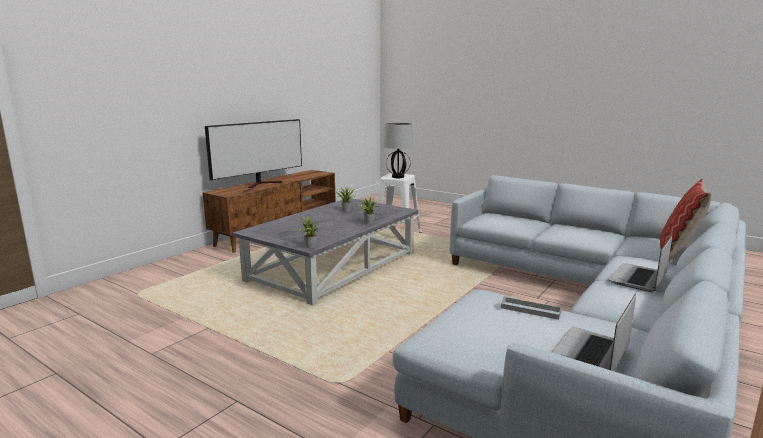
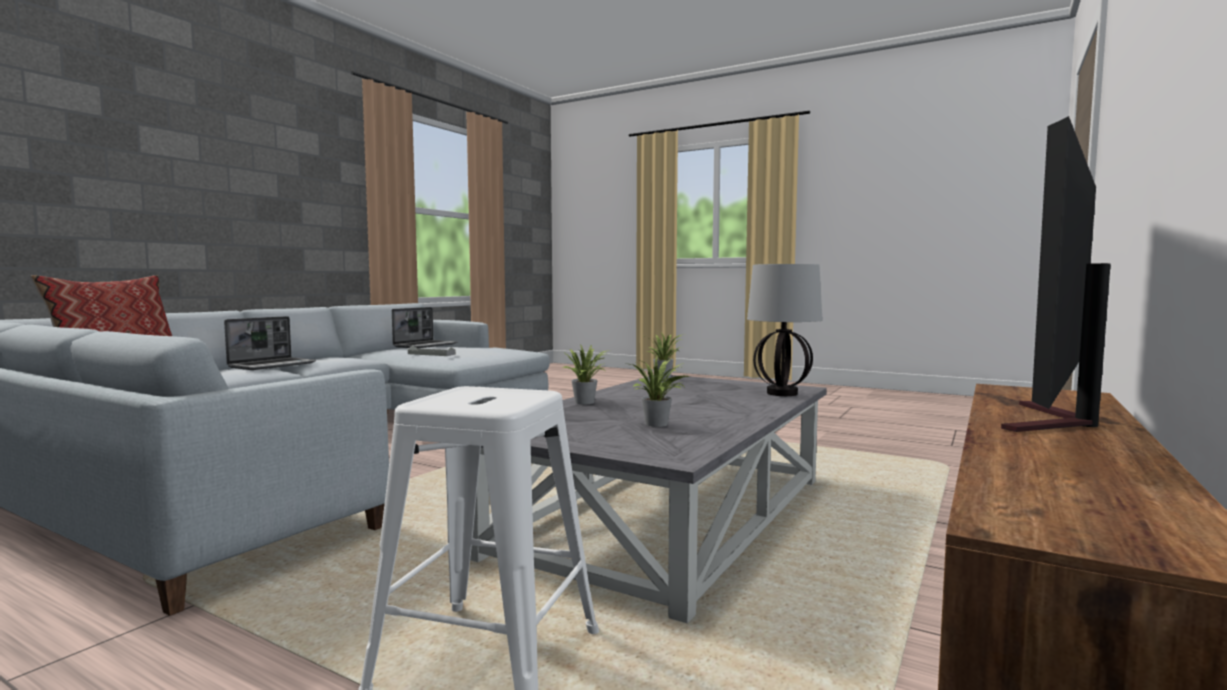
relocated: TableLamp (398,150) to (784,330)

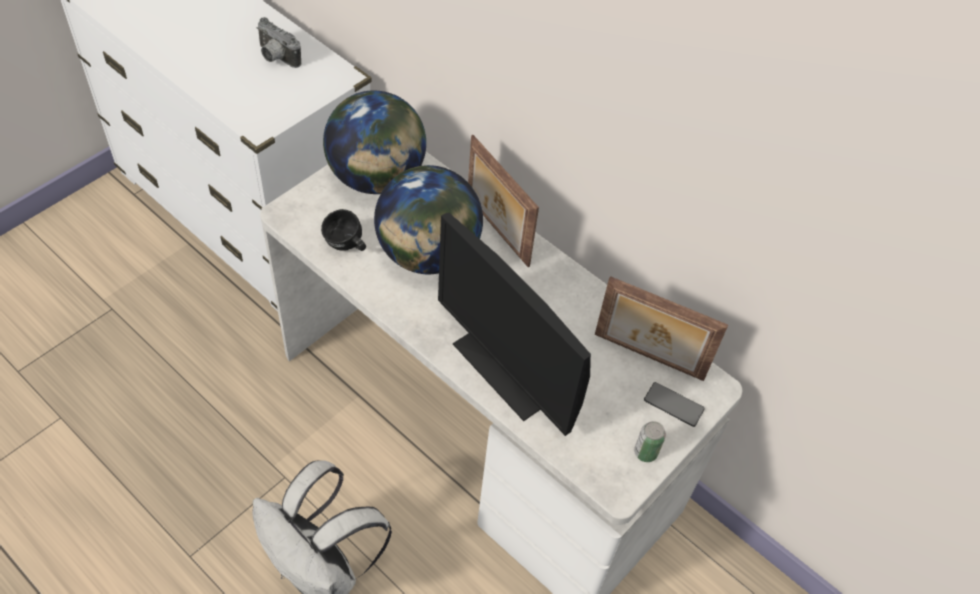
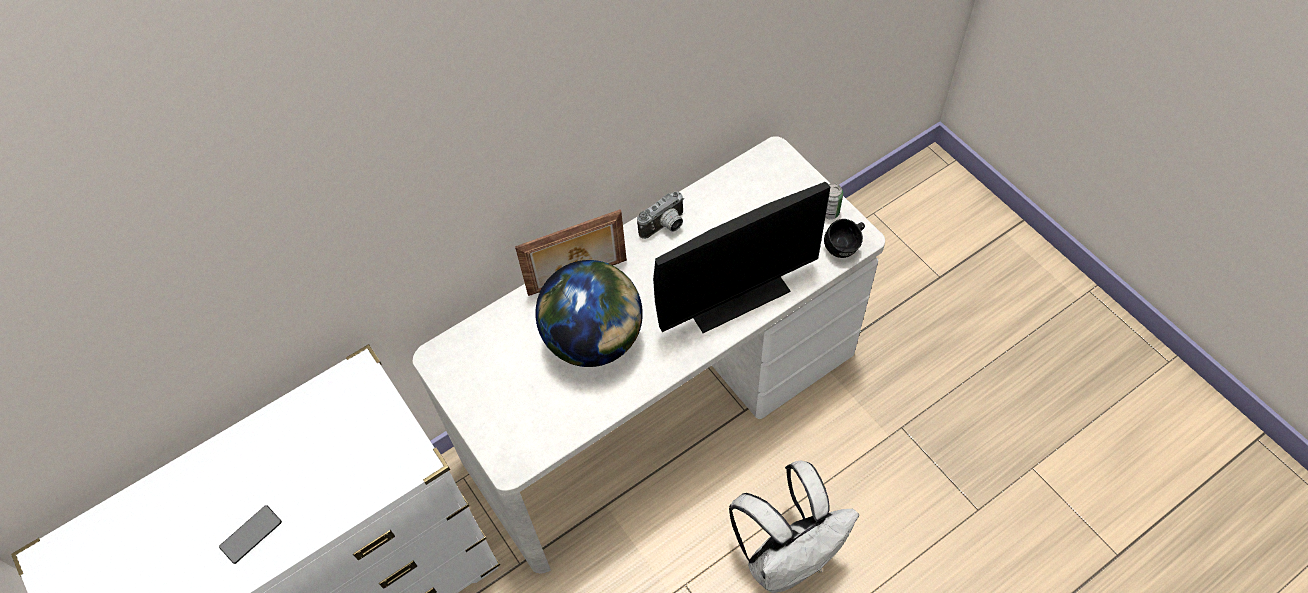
missing: Globe (374,142); PictureFrame (661,328)
relocated: PhotoCamera (279,42) to (660,215); BlackMug (343,230) to (844,238); Phone (674,404) to (250,534)

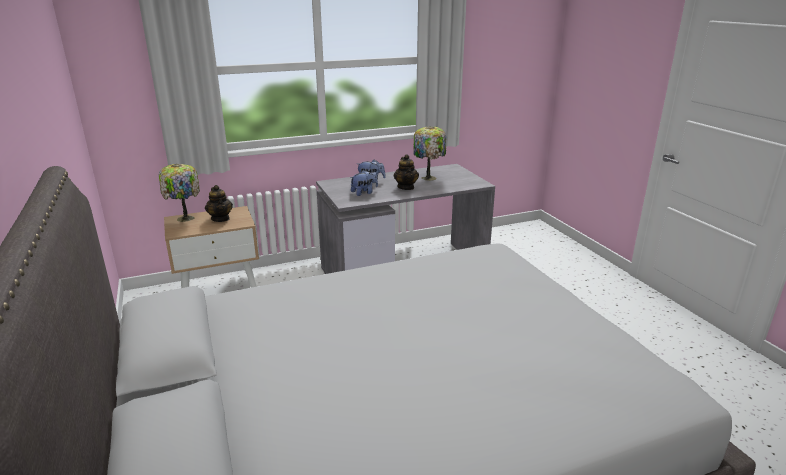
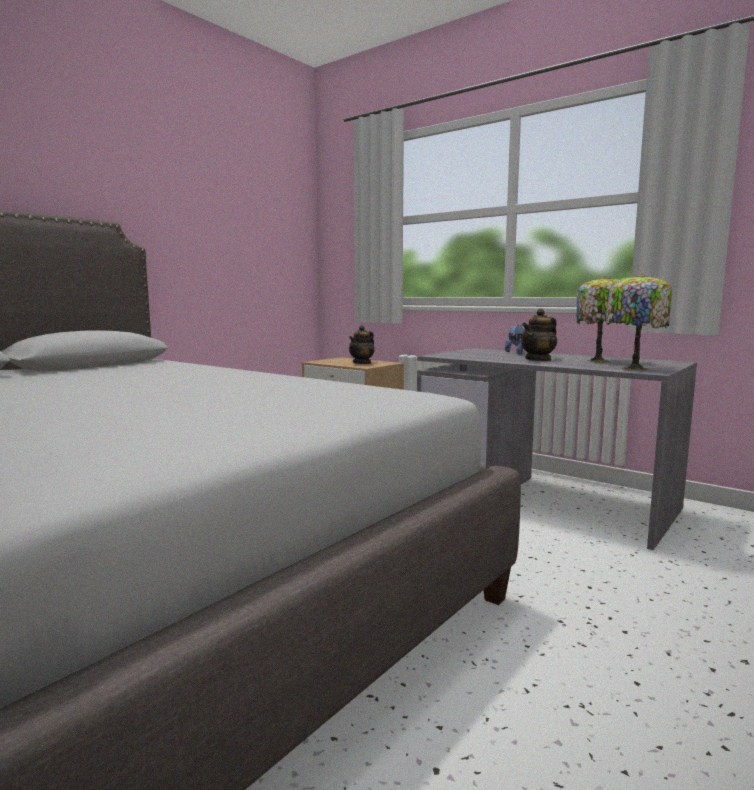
missing: PlushToy (364,183)
relocated: TableLamp (179,193) to (639,322)

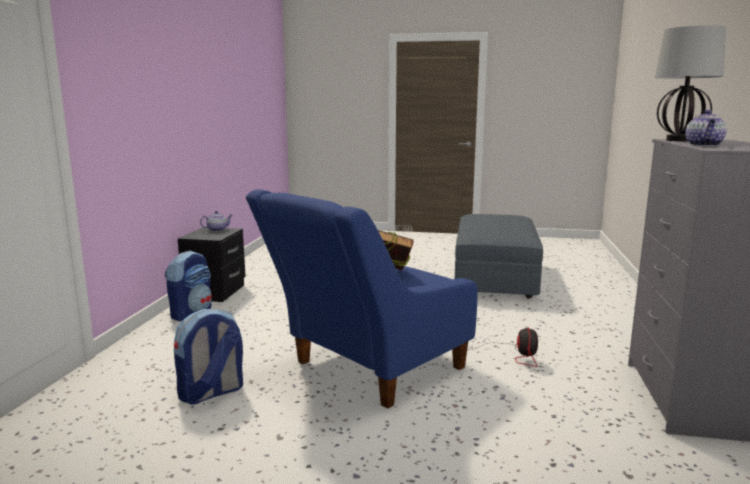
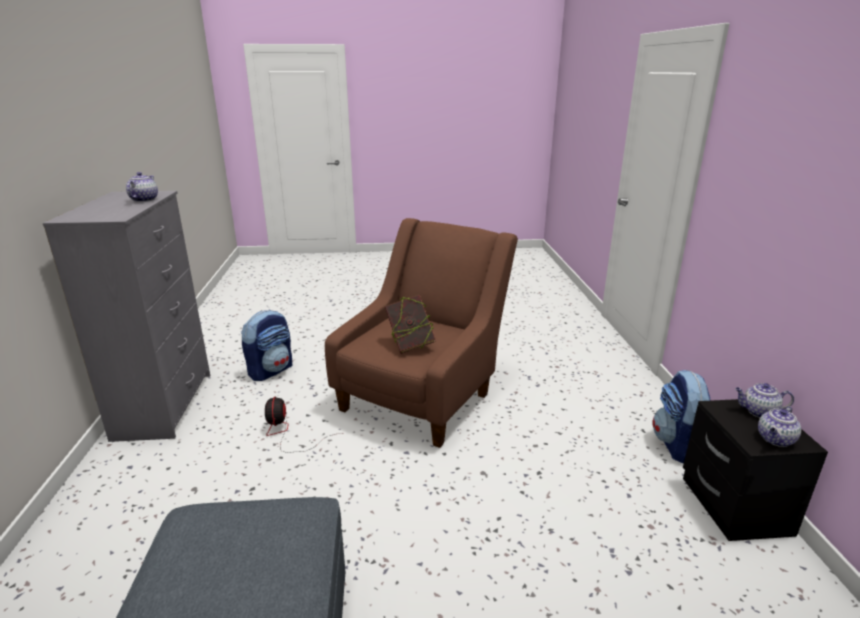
missing: TableLamp (690,83)
appeared: Teapot (764,400)
relocated: Backpack (208,357) to (266,345)
colour: BlueArmchair (362,299) to BrownArmchair (421,333)

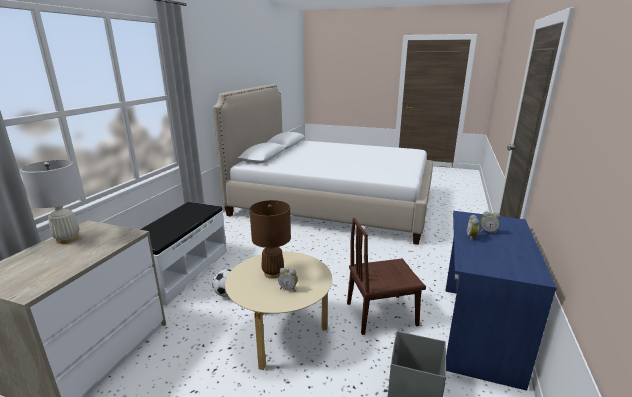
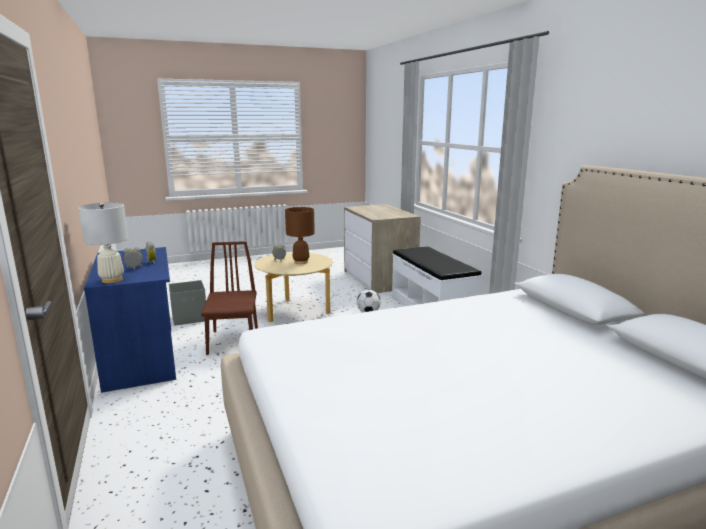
relocated: WhiteTableLamp (50,202) to (103,242)
spun: BrownChair (386,276) = (229,298) 45 degrees counterclockwise

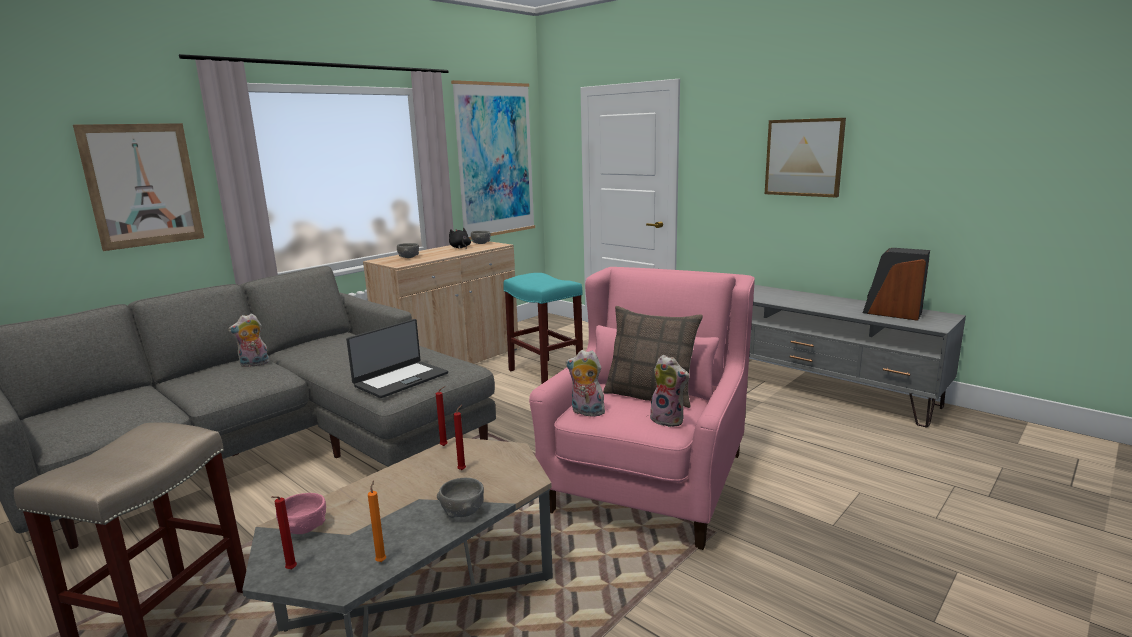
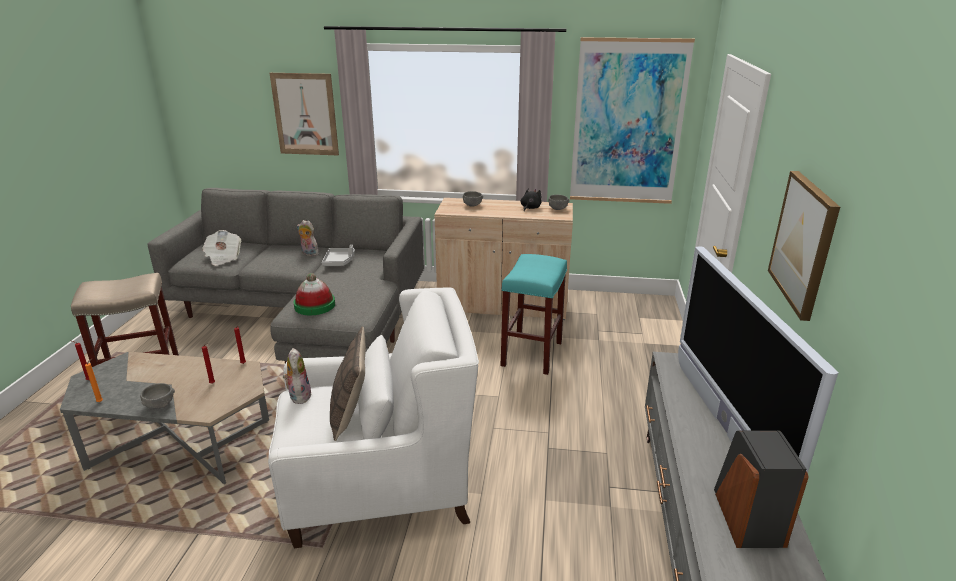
missing: PlushToy (670,391); PinkBowl (301,513)
appeared: Newspaper (222,248); GreyTray (338,255); Television (758,359)
exchanged: Laptop (397,358) to Hat (314,294)
colour: PinkArmchair (642,408) to WhiteArmchair (373,418)

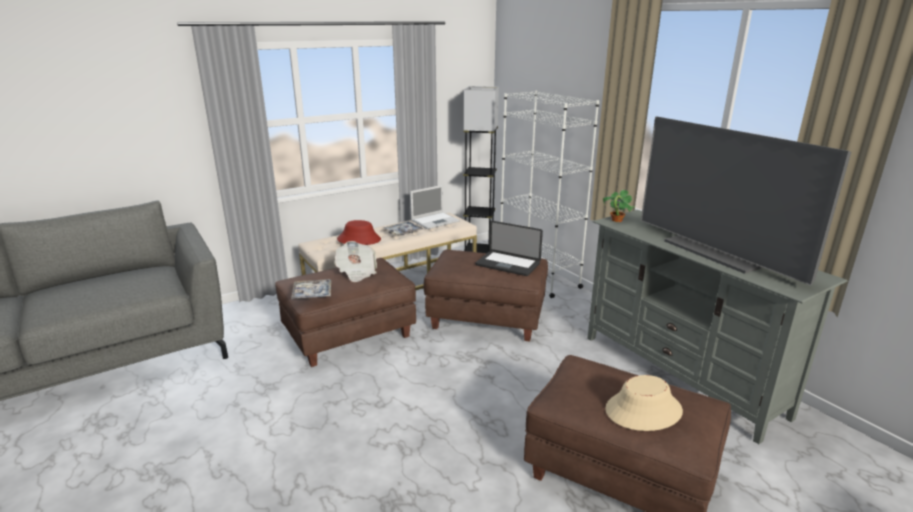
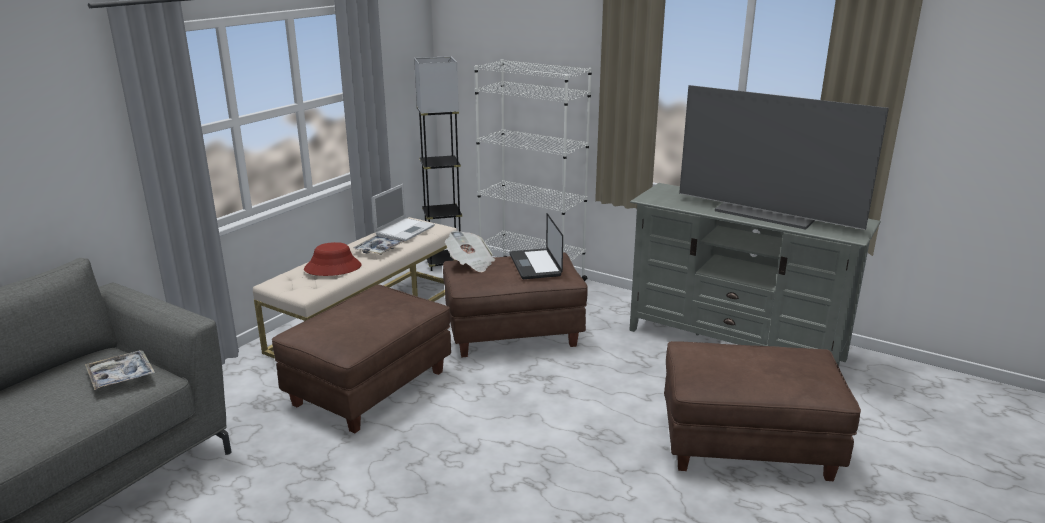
missing: PottedPlant (619,206); BeigeHat (644,403)
relocated: Newspaper (355,261) to (470,251); Tray (311,289) to (120,370)
spun: Laptop (509,248) = (536,246) 75 degrees clockwise

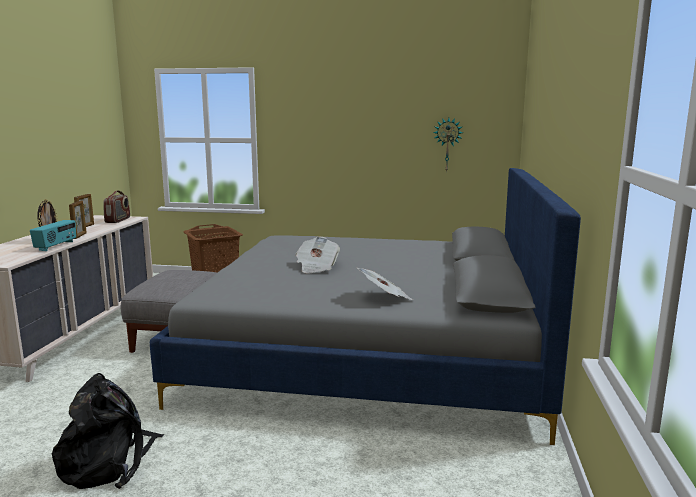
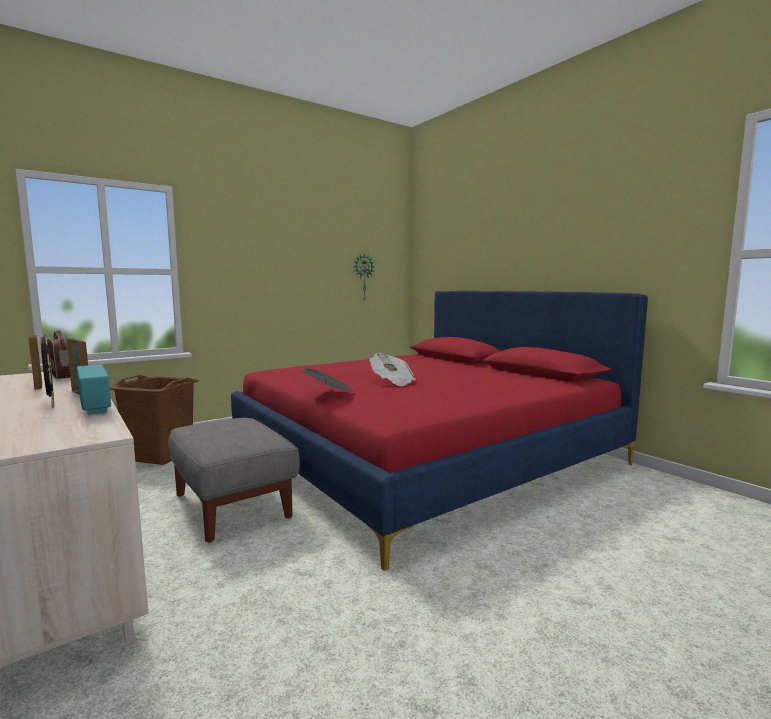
missing: BlackBackpack (108,431)
relocated: Newspaper (385,284) to (327,379)
colour: GreyBed (365,306) to RedBed (439,431)

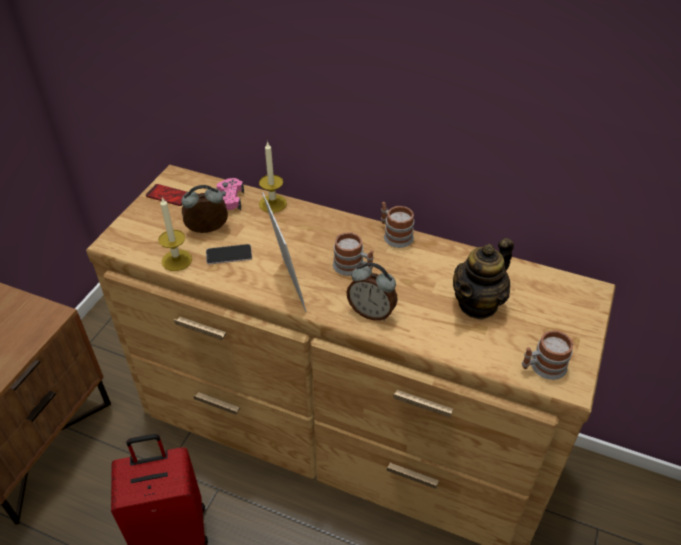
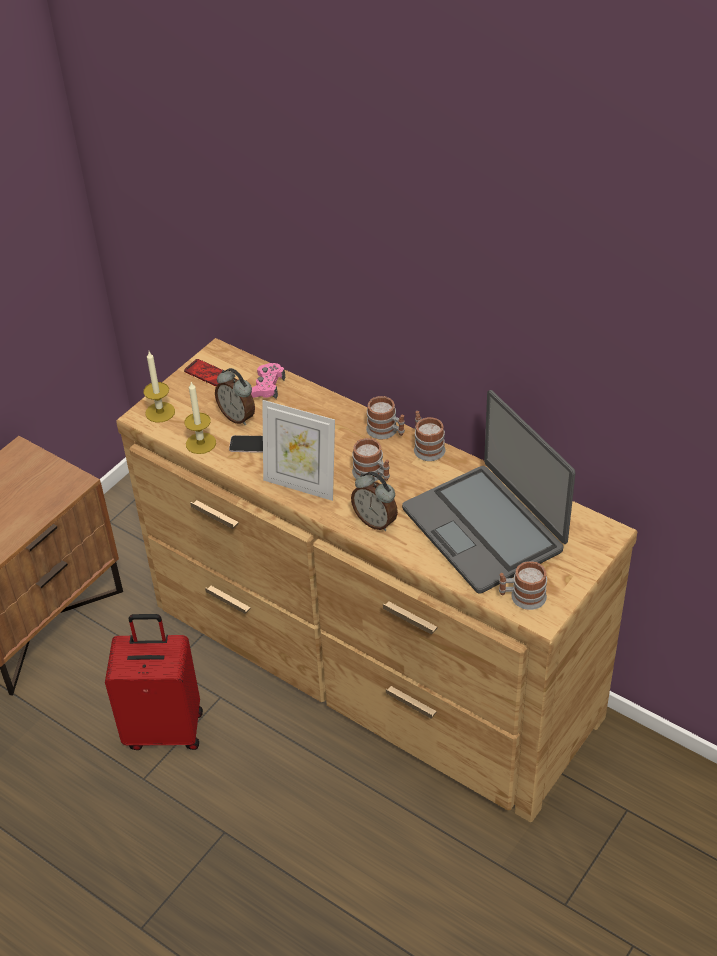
appeared: Mug (385,417)
relocated: Candle (273,177) to (159,387)
exchanged: Teapot (483,279) to Laptop (488,492)
spun: AlarmClock (204,209) = (235,396) 135 degrees counterclockwise; PictureFrame (284,252) = (298,450) 120 degrees clockwise

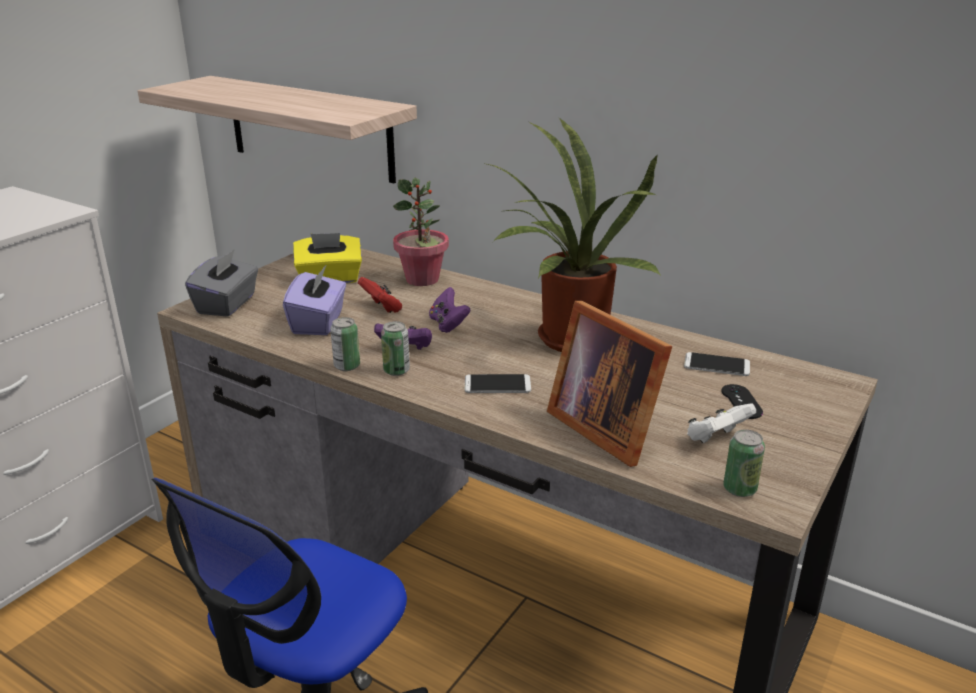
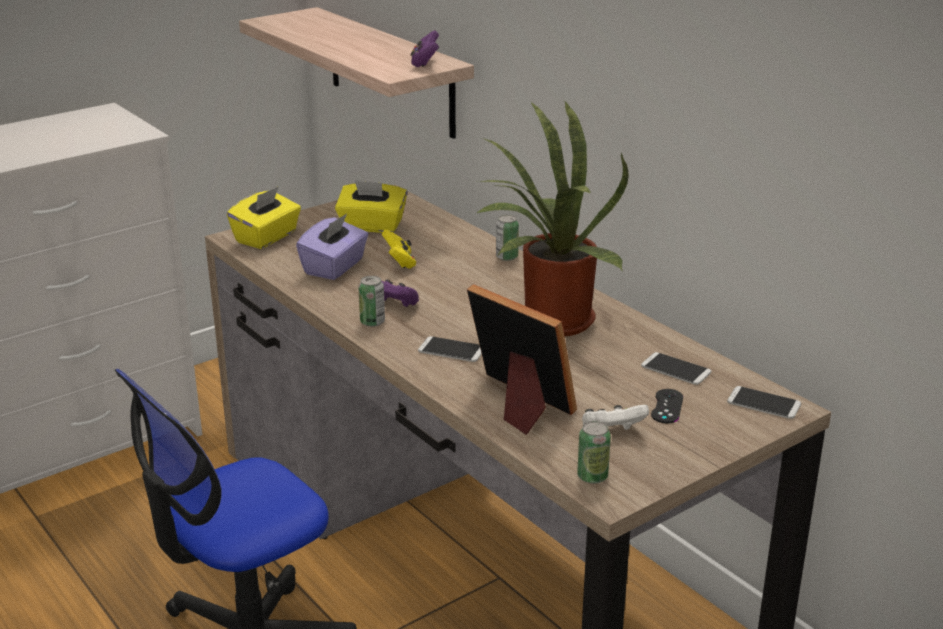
missing: PottedPlant (421,232)
appeared: Phone (764,402)
relocated: PurpleGameController (450,310) to (424,48); Can (345,344) to (507,238)
colour: GreyTissueBox (221,283) to YellowTissueBox (264,217); RedGameController (380,295) to YellowGameController (399,249)
spun: PictureFrame (609,384) = (522,359) 150 degrees clockwise

